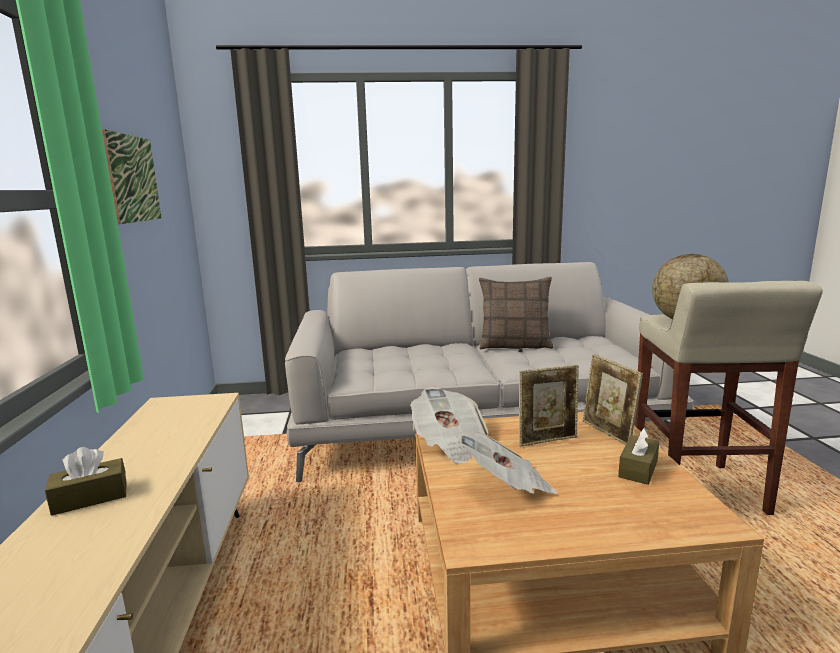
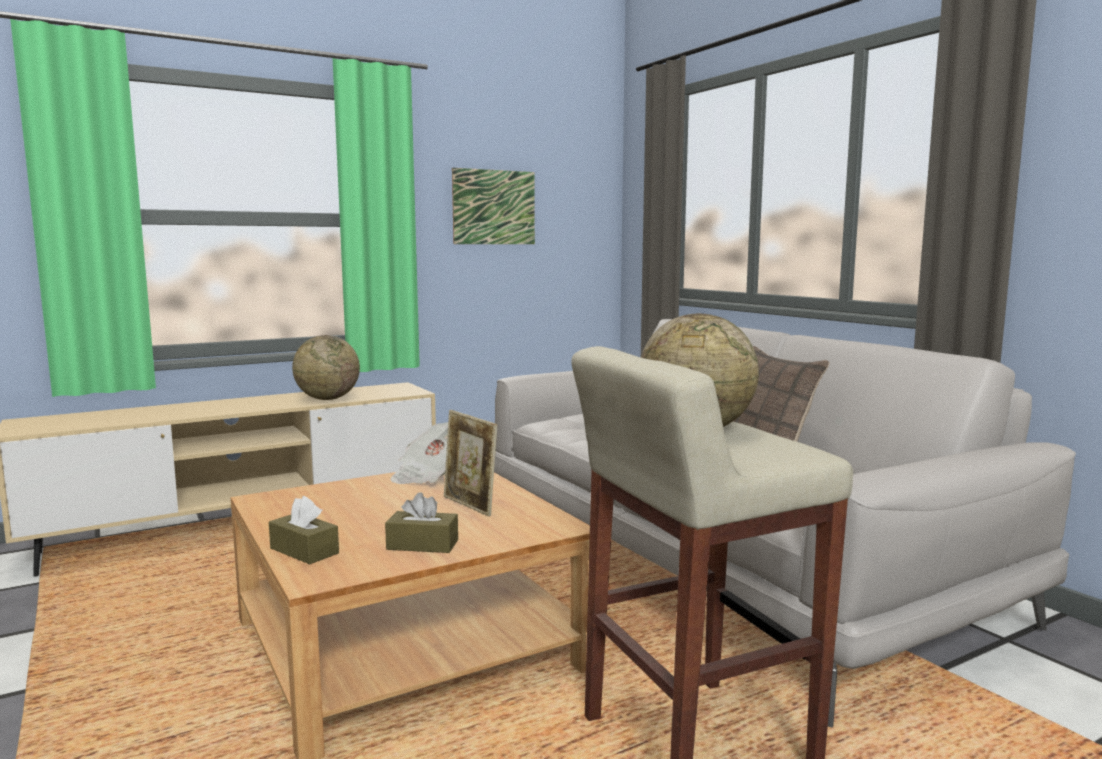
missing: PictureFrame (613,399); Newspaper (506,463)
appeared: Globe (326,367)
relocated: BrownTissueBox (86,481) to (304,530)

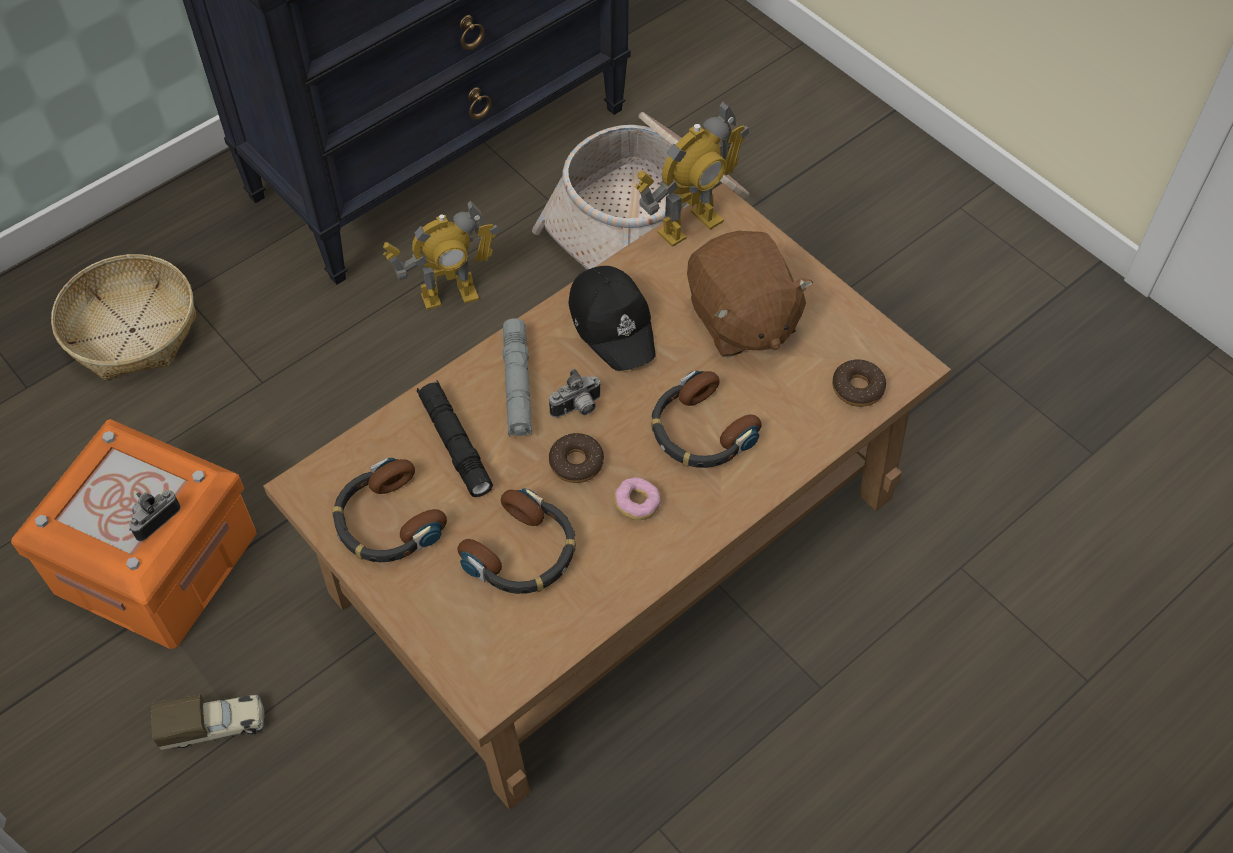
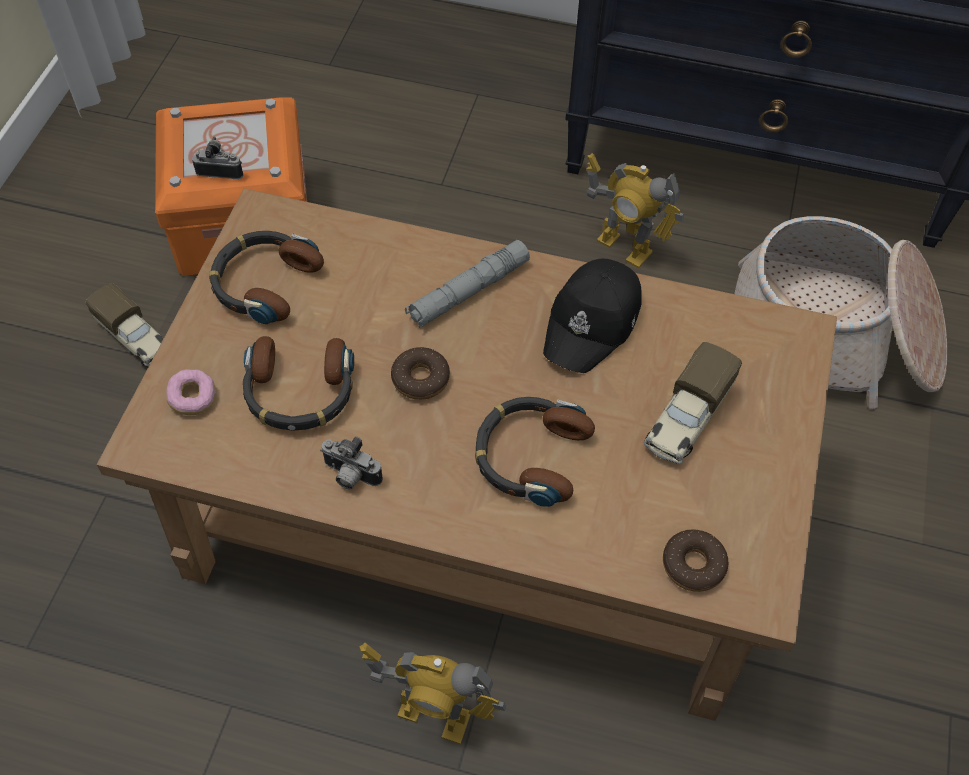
missing: Basket (123,317); BlackFlashlight (455,439)
relocated: ToyRobot (691,174) to (432,693); PhotoCamera (575,393) to (351,462); Donut (637,498) to (190,392)
exchanged: BrownPlushToy (750,294) to ToyTruck (693,403)

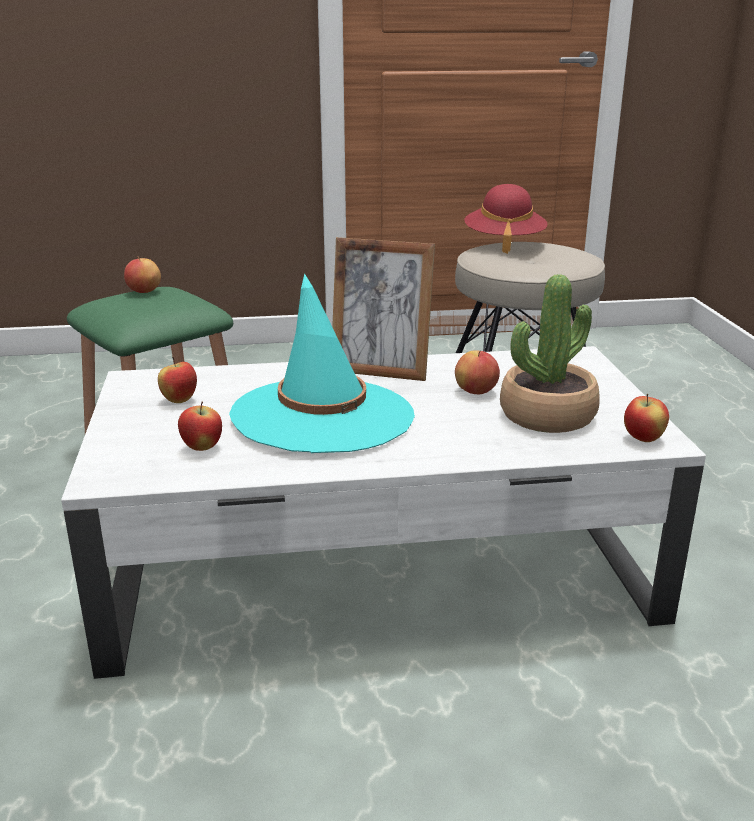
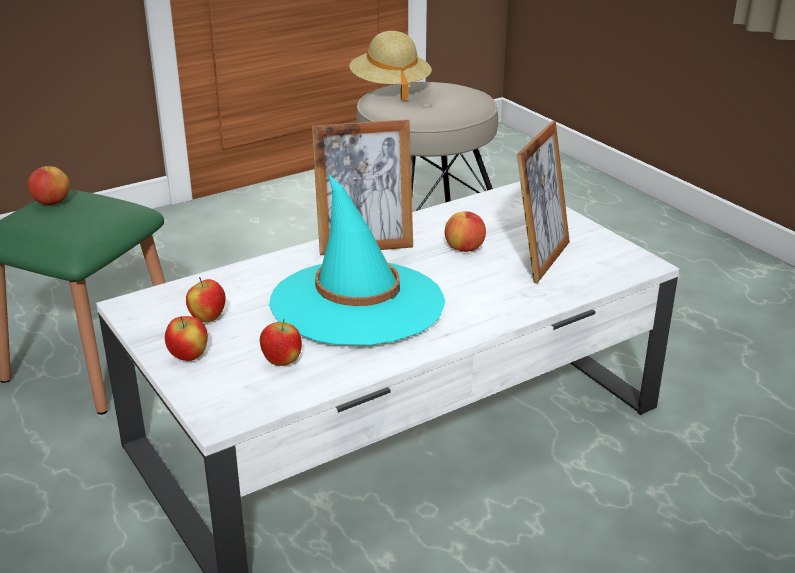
relocated: Apple (646,418) to (186,338)
exchanged: PottedPlant (550,353) to PictureFrame (543,202)
colour: RedHat (506,219) to BeigeHat (390,66)

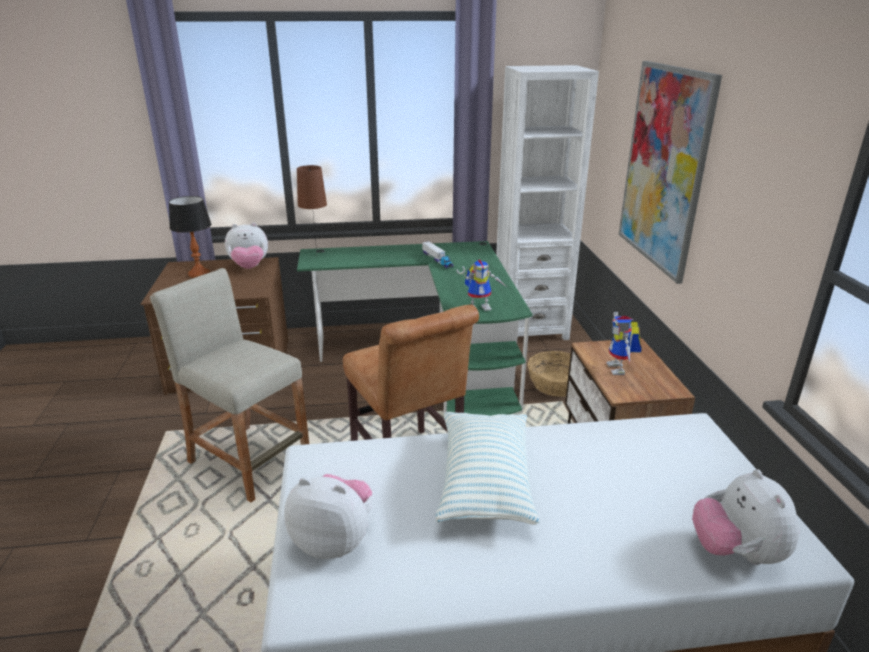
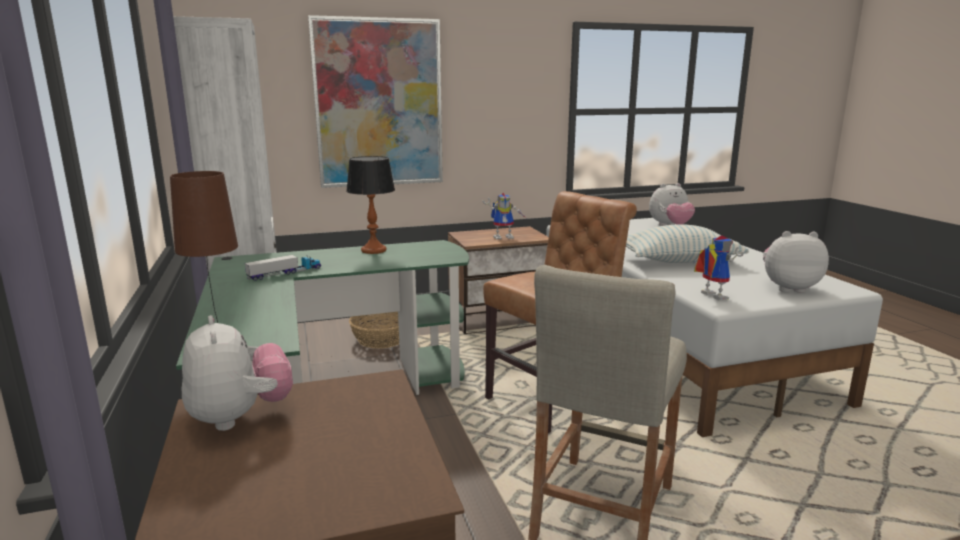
relocated: TableLamp (190,237) to (370,205); ToyRobot (480,285) to (719,268)
spun: PlushToy (328,516) = (796,262) 90 degrees clockwise

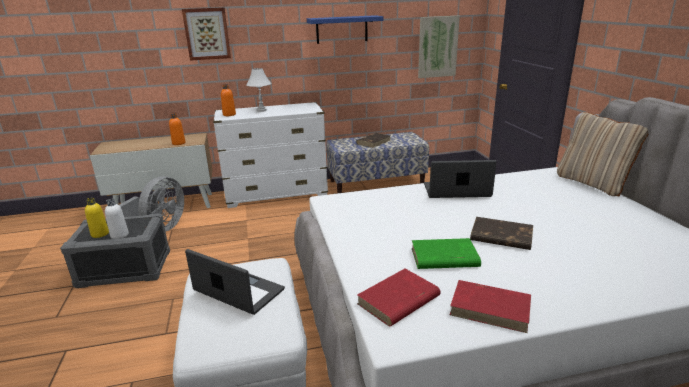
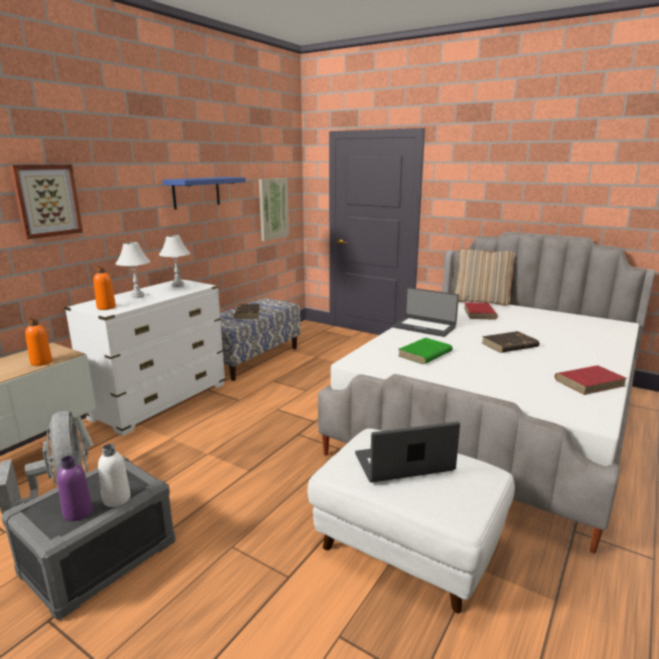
appeared: WhiteTableLamp (174,261)
relocated: GreenBook (446,253) to (426,351); RedBook (399,297) to (481,311)
colour: YellowBottle (97,218) to PurpleBottle (75,488)
spun: Laptop (460,179) = (425,312) 105 degrees counterclockwise

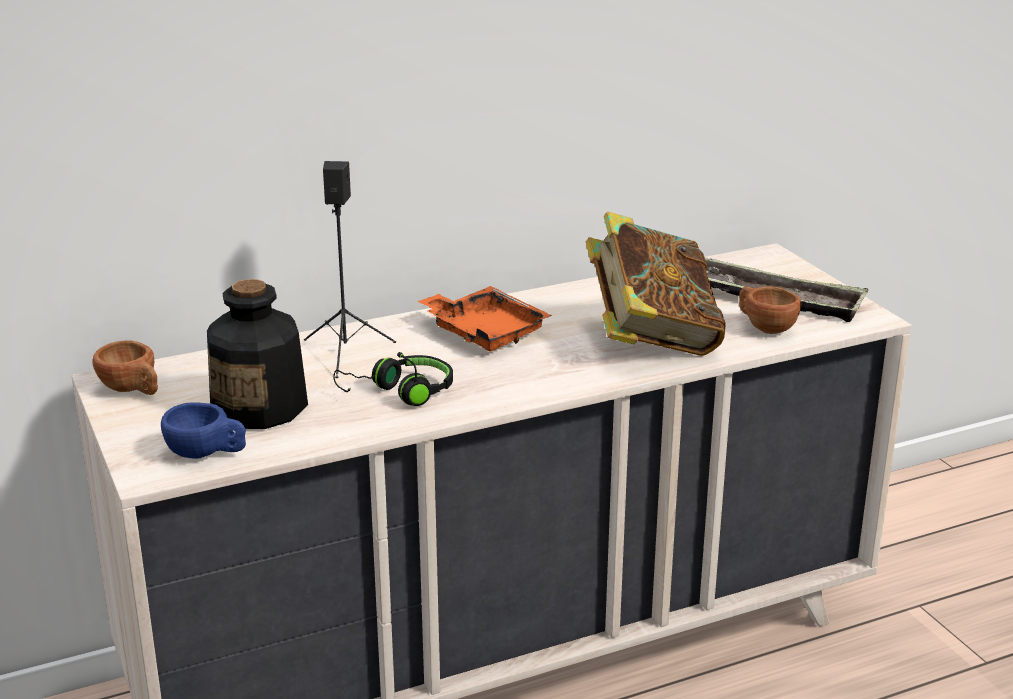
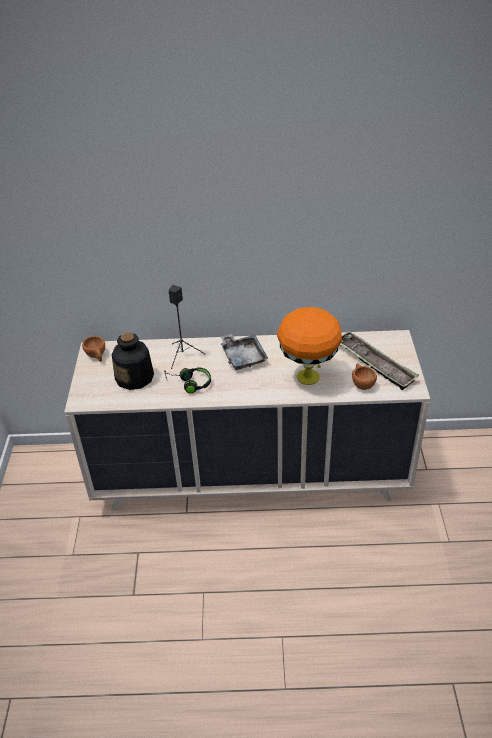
missing: BlueCup (203,430)
exchanged: Book (655,284) to OrangeTableLamp (309,346)
colour: OrangeTray (484,318) to GreyTray (245,352)

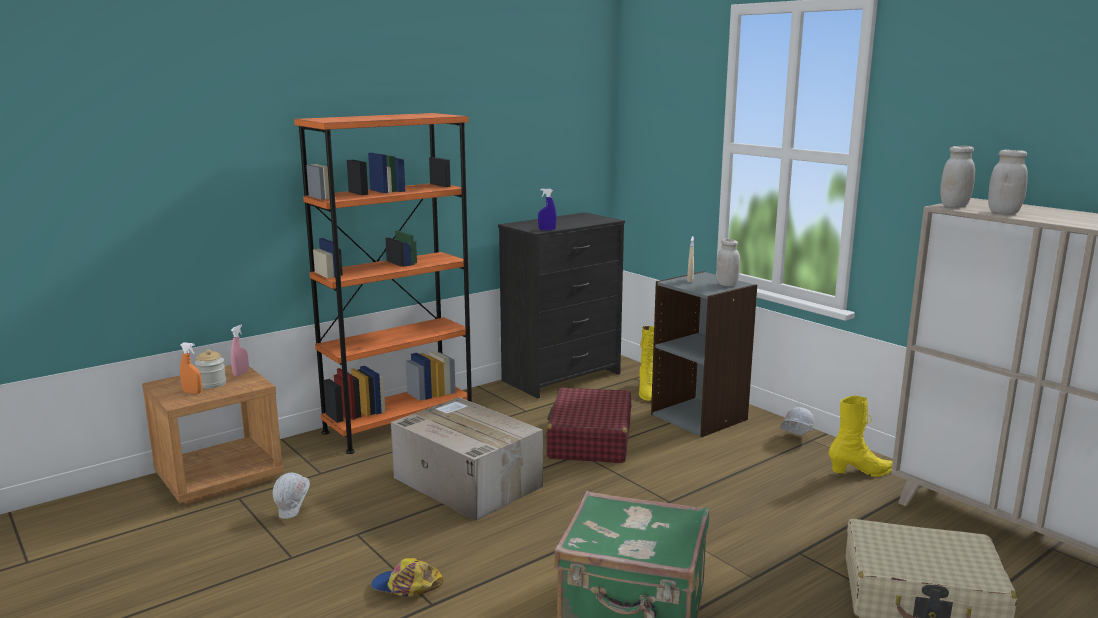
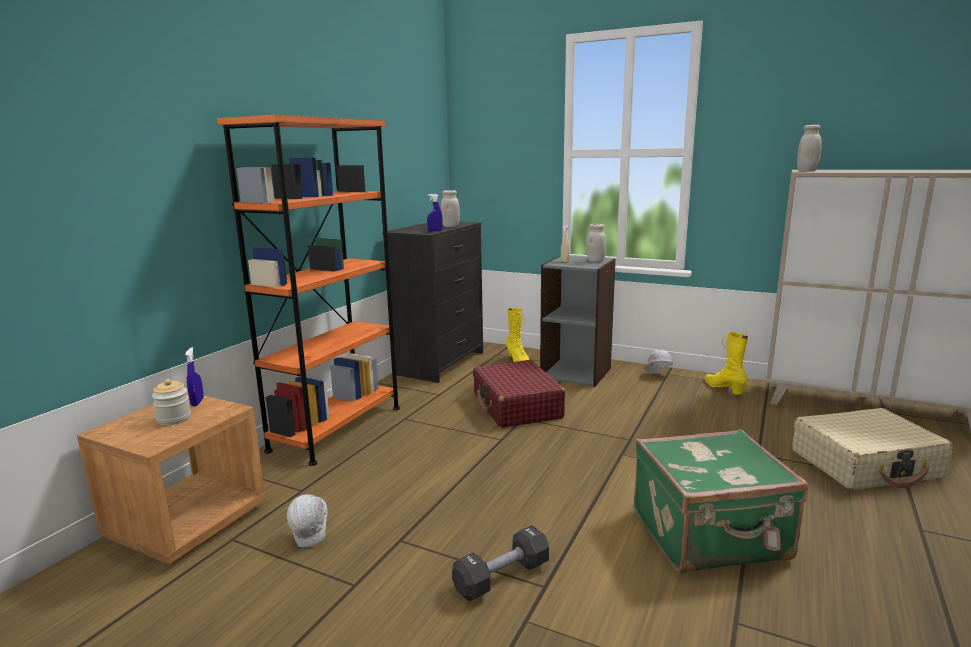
missing: OrangeSprayBottle (191,368); CardboardBox (467,459)
relocated: WhiteJar (1008,181) to (450,208)
exchanged: Cap (407,577) to BlackDumbbell (500,563)
colour: PinkSprayBottle (240,350) to BlueSprayBottle (194,376)
spun: YellowBoot (860,436) = (726,363) 75 degrees counterclockwise

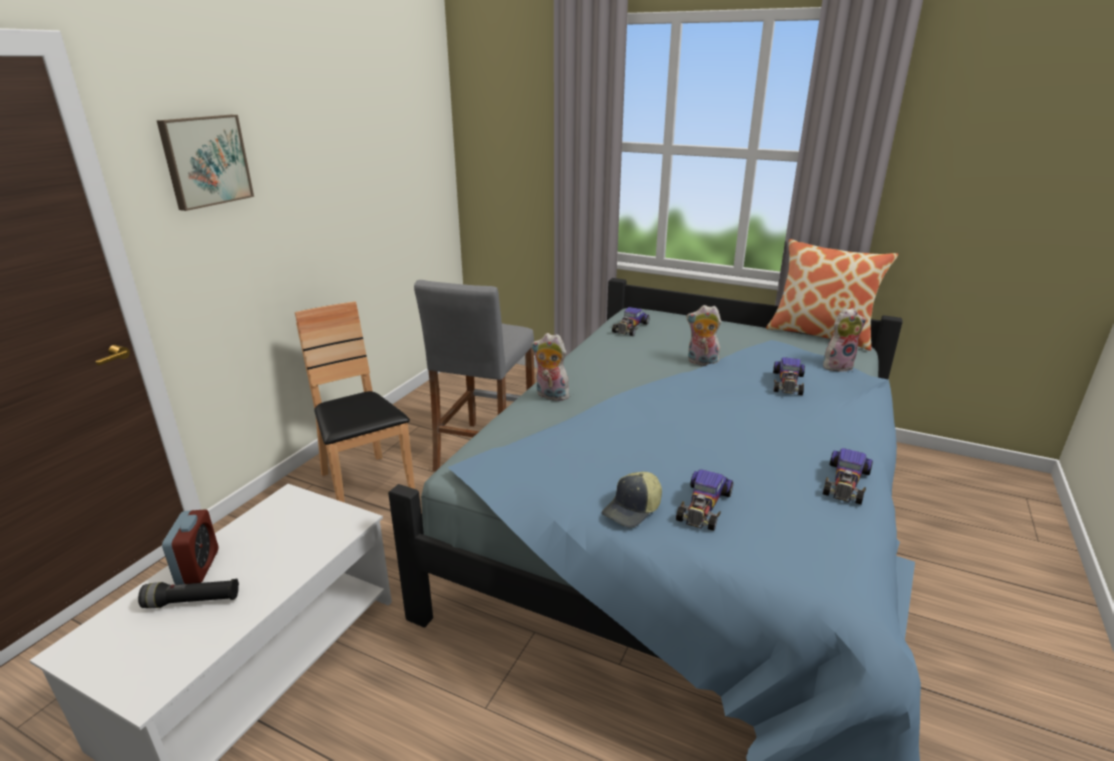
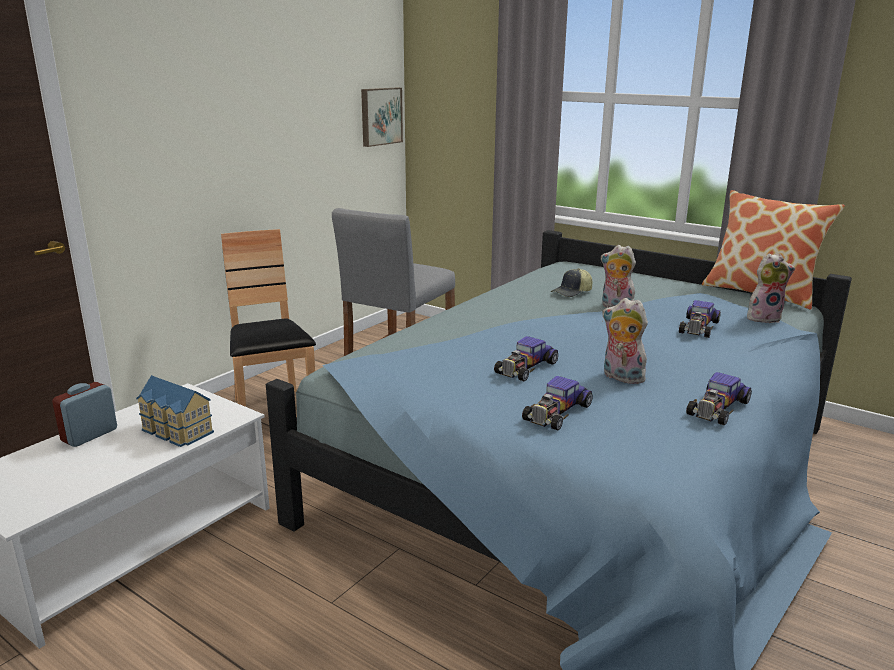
missing: BlackFlashlight (188,593)
appeared: ToyHouse (175,411)
relocated: Picture (205,163) to (382,117); ToyCar (631,321) to (526,358); PlushToy (550,367) to (625,341); Cap (632,500) to (571,282)
spun: AlarmClock (190,547) = (84,414) 150 degrees counterclockwise

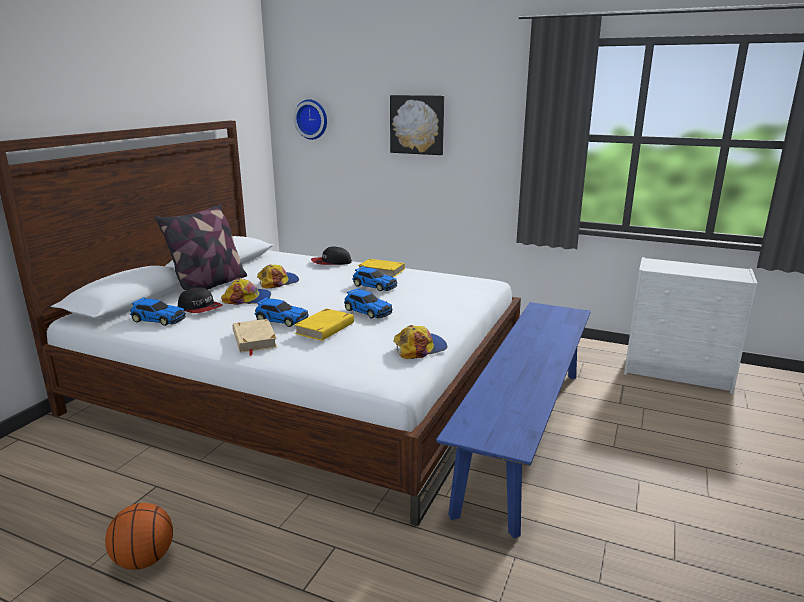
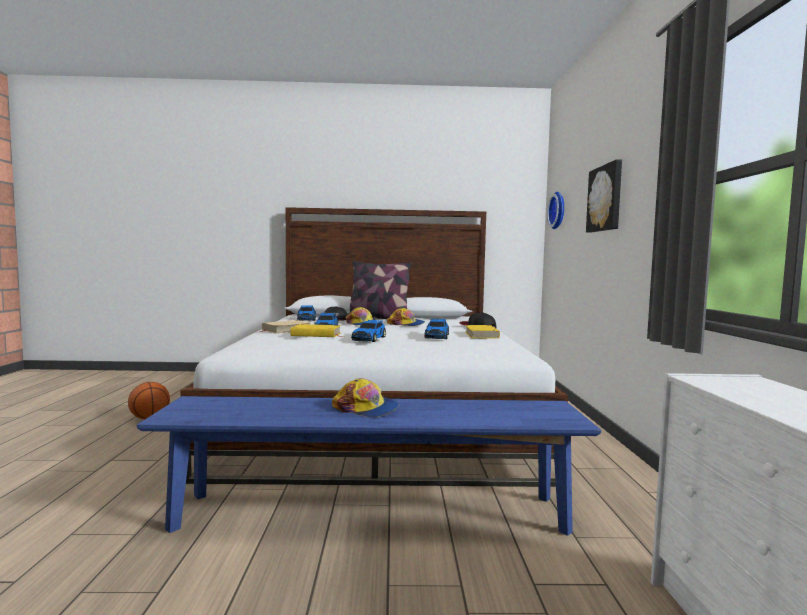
relocated: Cap (420,342) to (365,398)

